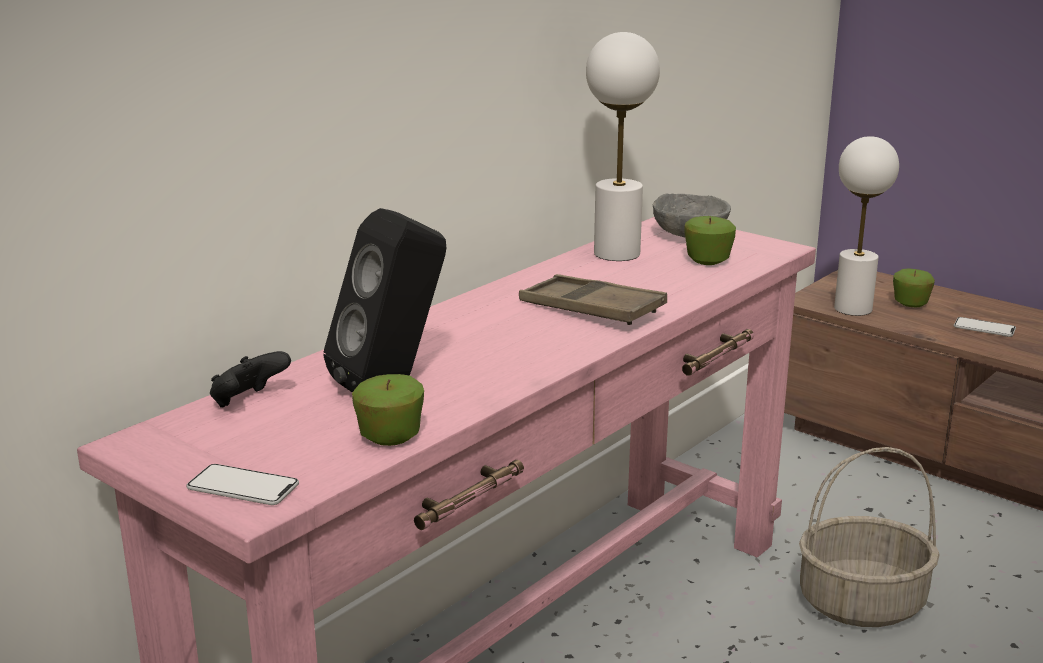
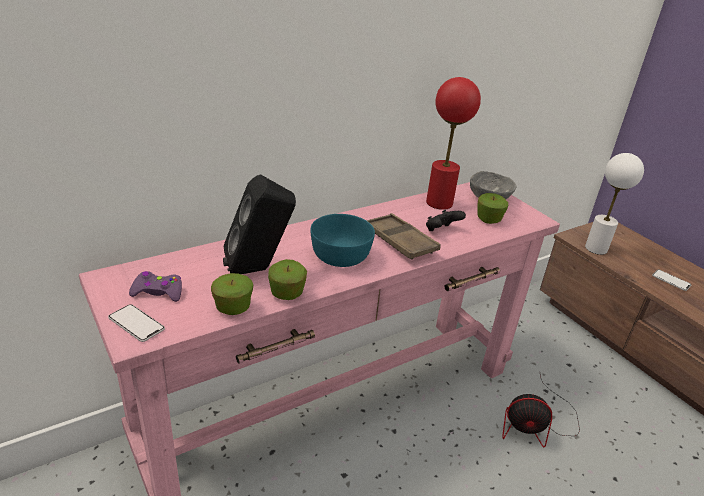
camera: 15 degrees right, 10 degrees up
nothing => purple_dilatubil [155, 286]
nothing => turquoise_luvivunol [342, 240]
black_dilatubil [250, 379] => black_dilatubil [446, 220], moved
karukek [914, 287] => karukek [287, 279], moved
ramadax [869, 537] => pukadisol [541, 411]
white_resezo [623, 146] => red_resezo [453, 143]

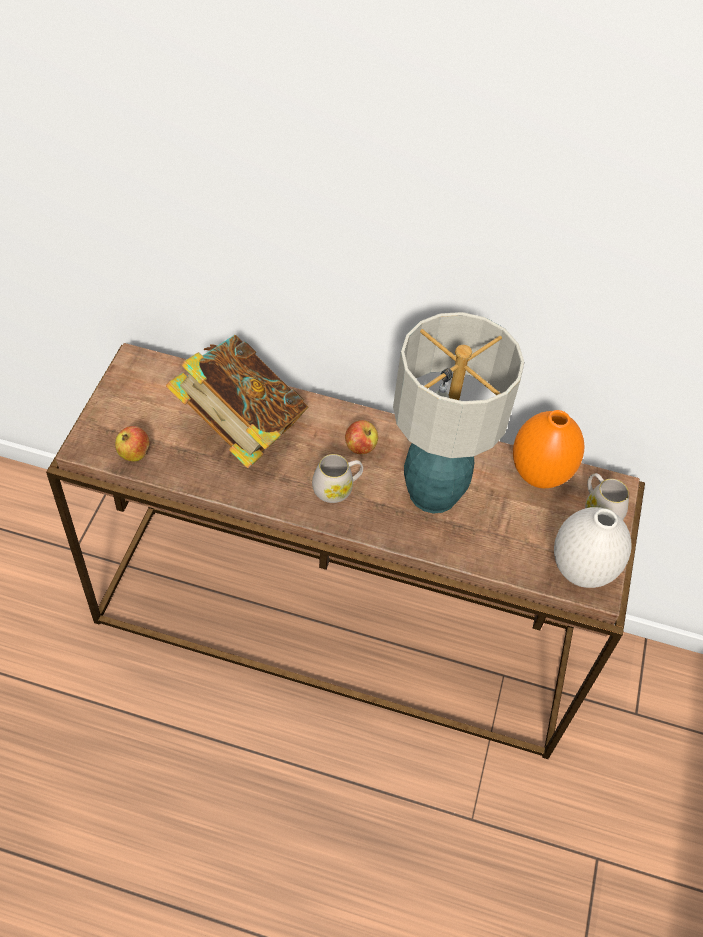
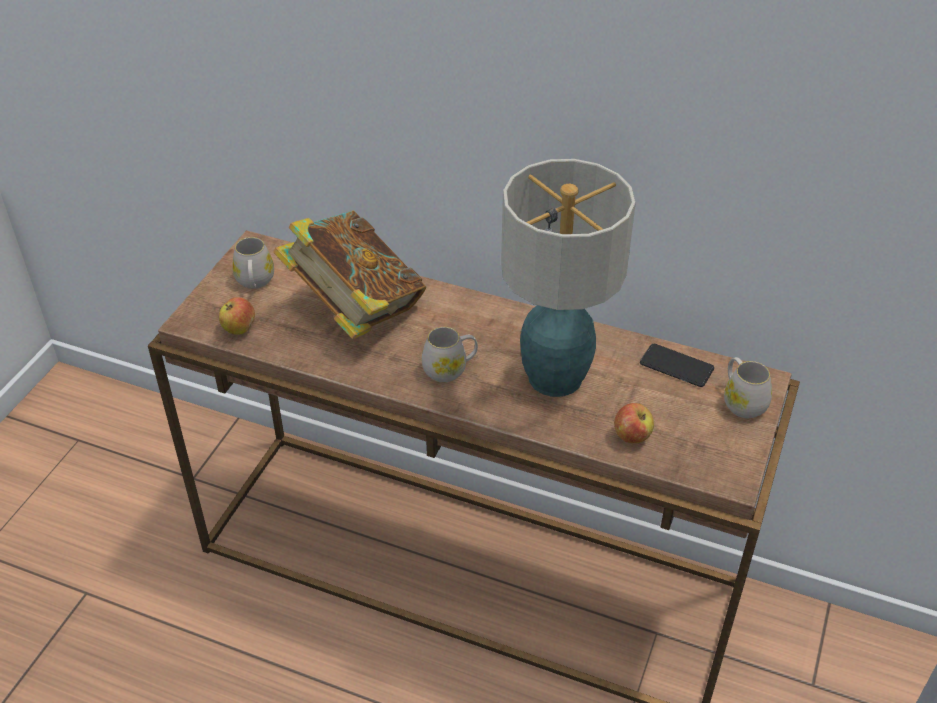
camera: 10 degrees right, 10 degrees down
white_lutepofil [592, 547] => nothing
nothing => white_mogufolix [253, 263]
karukek [361, 437] => karukek [634, 423], moved
orange_lutepofil [548, 449] => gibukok [677, 365]

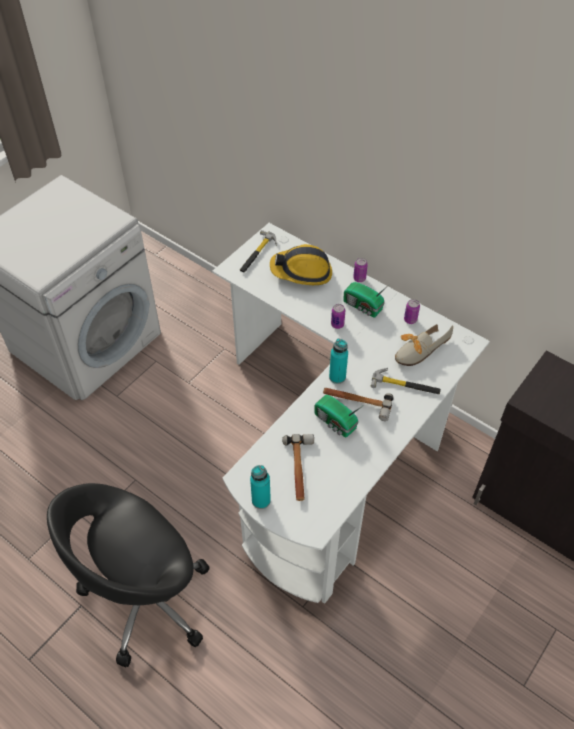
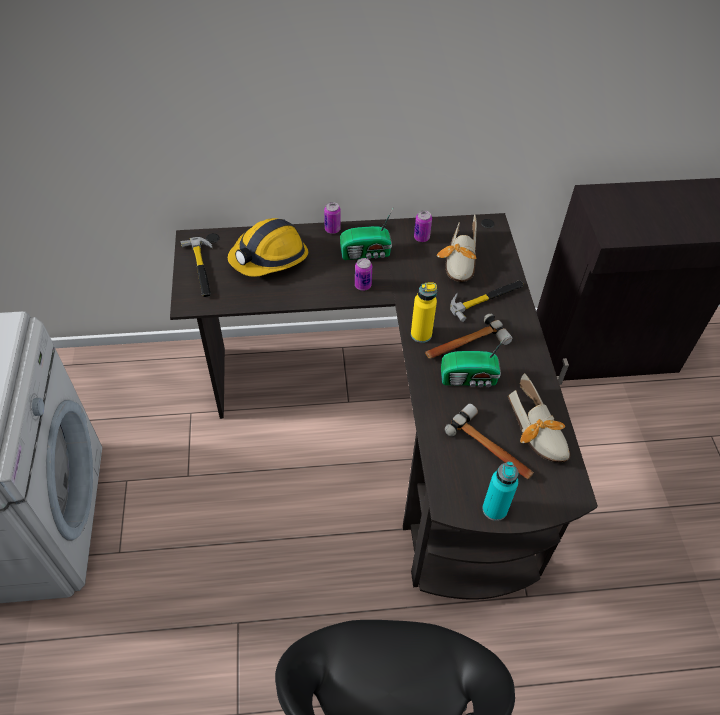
camera: 45 degrees left, 0 degrees up
nothing => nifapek [539, 417]
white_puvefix [351, 413] => black_puvefix [384, 406]
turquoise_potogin [338, 361] => yellow_potogin [424, 313]

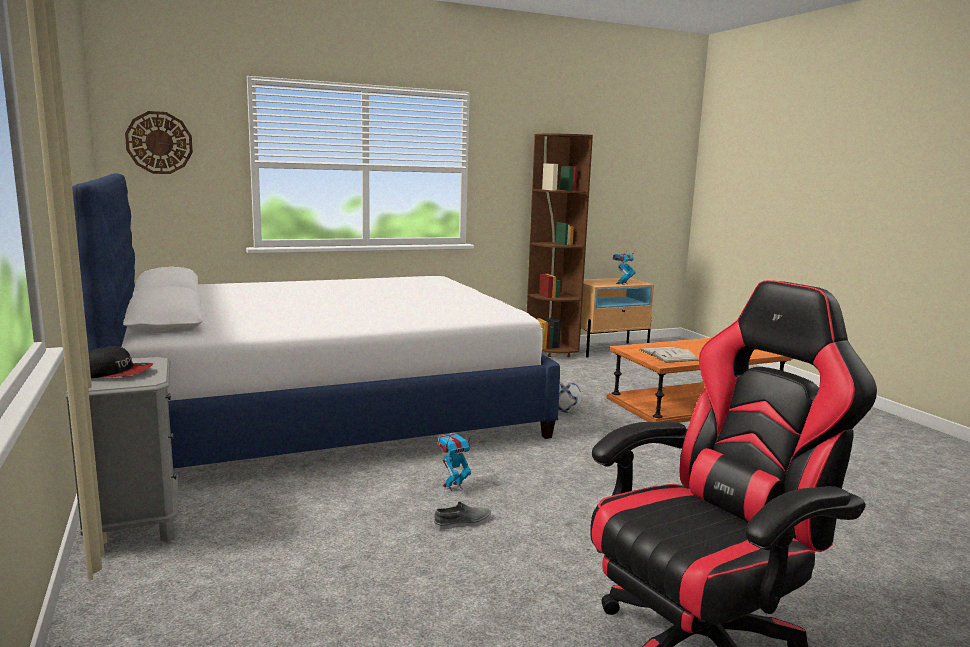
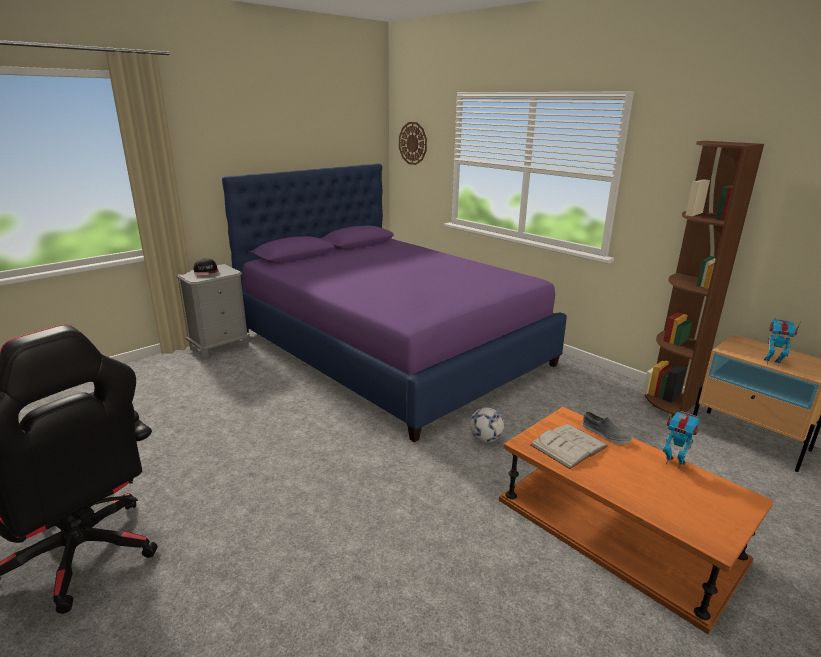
camera: 70 degrees right, 10 degrees up
grey_nifapek [462, 515] => grey_nifapek [607, 427], moved
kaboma [454, 462] => kaboma [681, 440], moved
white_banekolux [316, 320] => purple_banekolux [394, 303]

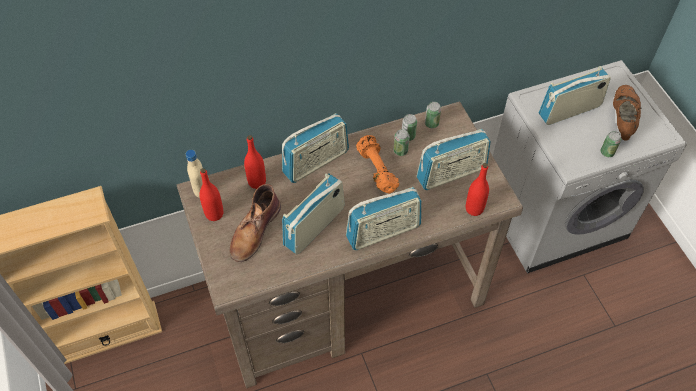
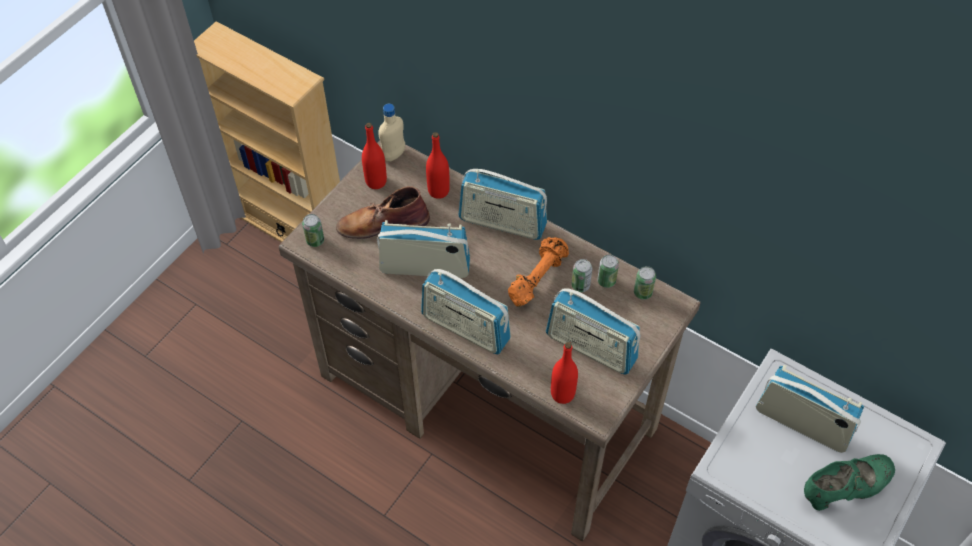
camera: 55 degrees right, 0 degrees up
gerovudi [611, 144] => gerovudi [313, 230], moved
brown_nifapek [627, 113] => green_nifapek [849, 482]

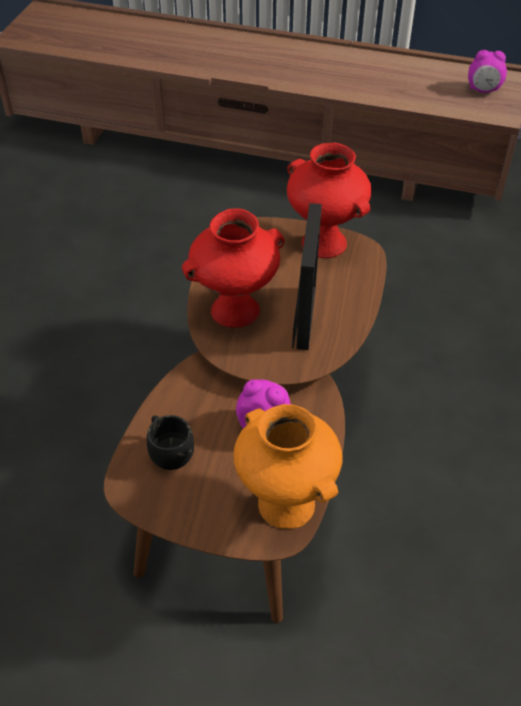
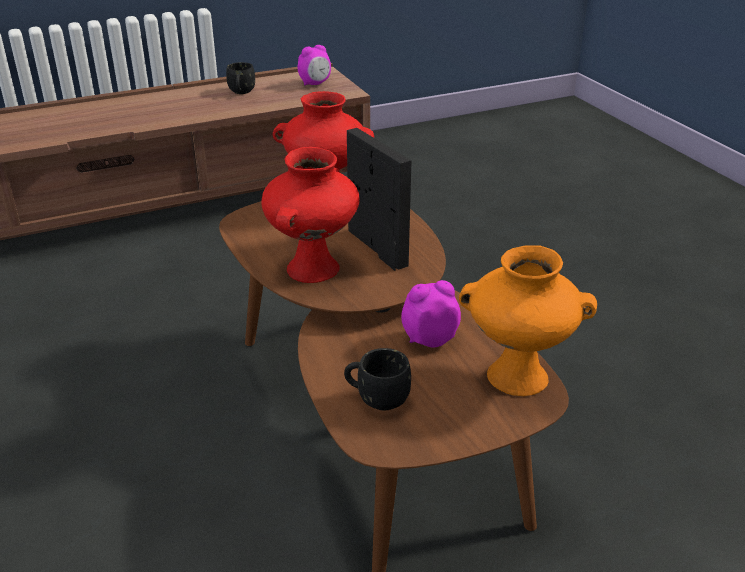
camera: 40 degrees left, 15 degrees down
nothing => black_mogufolix [240, 78]

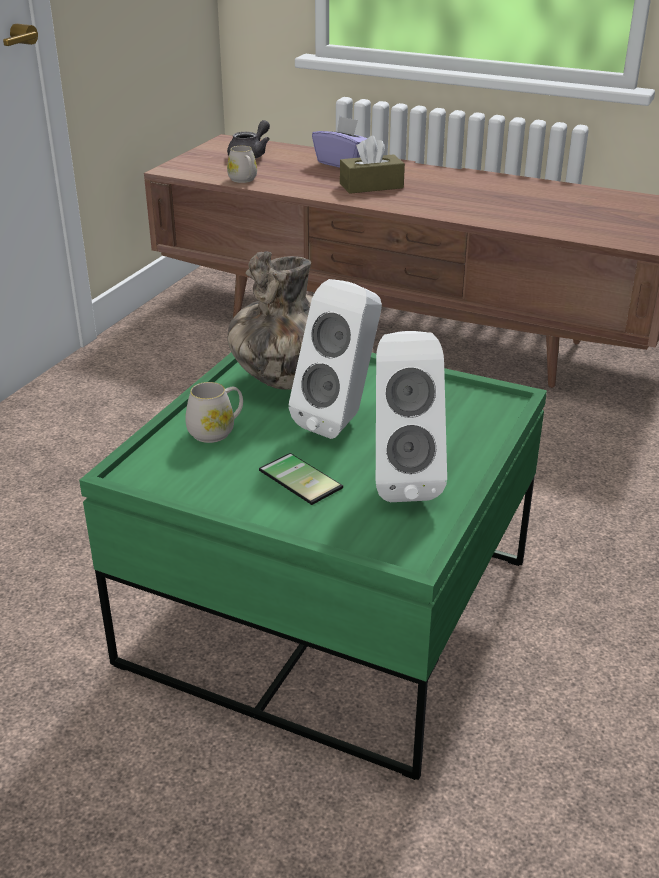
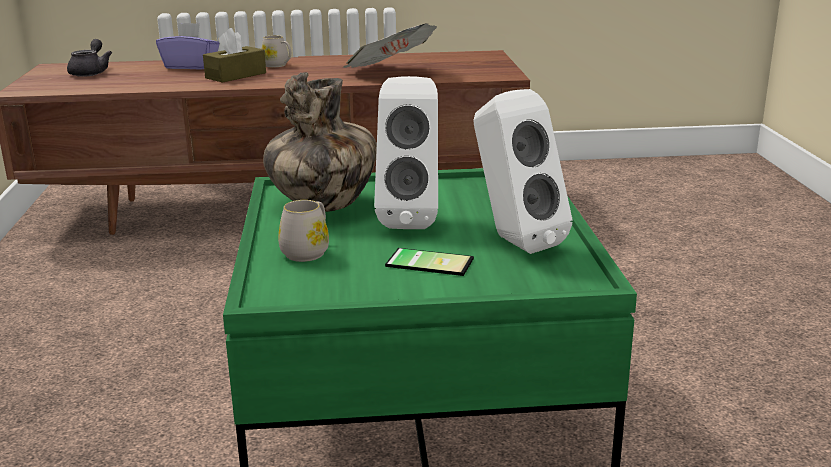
camera: 30 degrees left, 10 degrees down
nothing => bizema [390, 45]
white_mogufolix [242, 164] => white_mogufolix [276, 51], moved

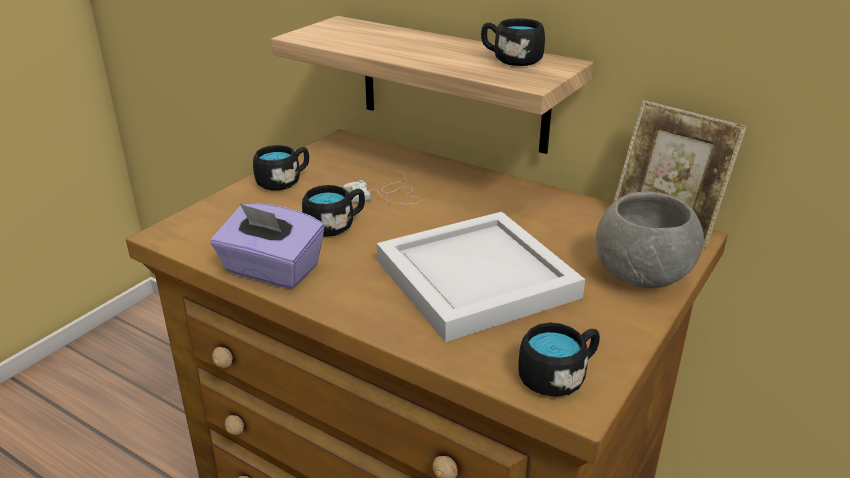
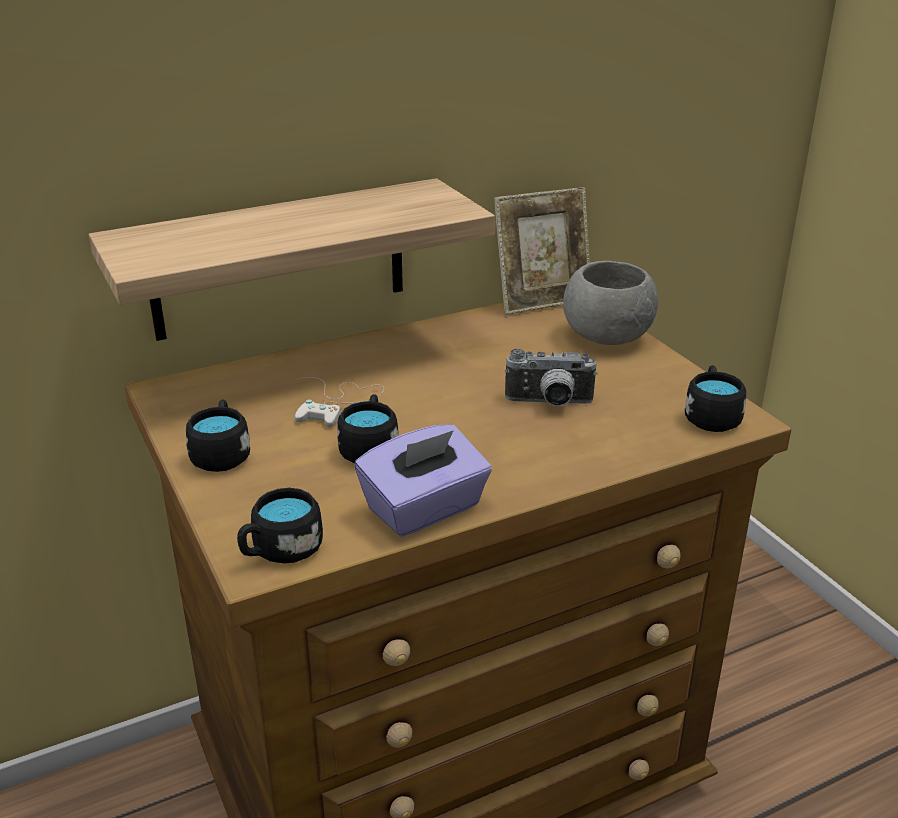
camera: 60 degrees left, 0 degrees up
black_mogufolix [513, 42] => black_mogufolix [280, 526], moved
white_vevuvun [481, 277] => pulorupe [551, 377]

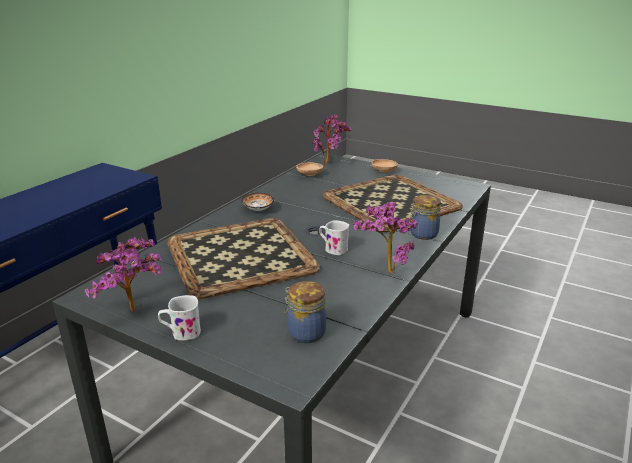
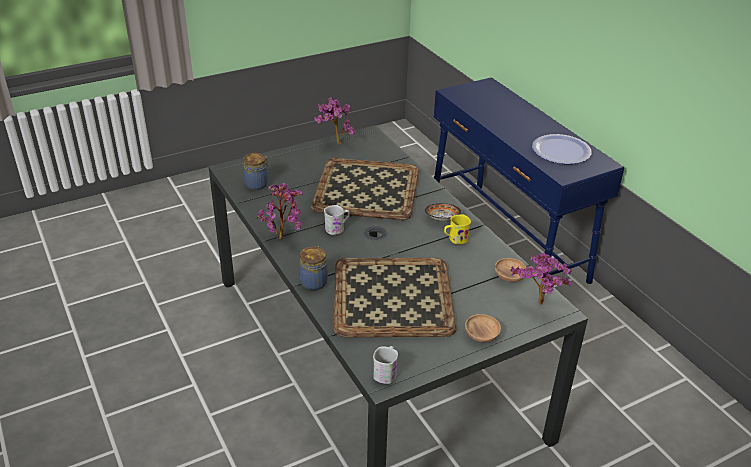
camera: 120 degrees right, 10 degrees up
nothing => yellow_mogufolix [457, 229]
nothing => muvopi [562, 149]
white_mogufolix [179, 318] => white_mogufolix [385, 365], moved

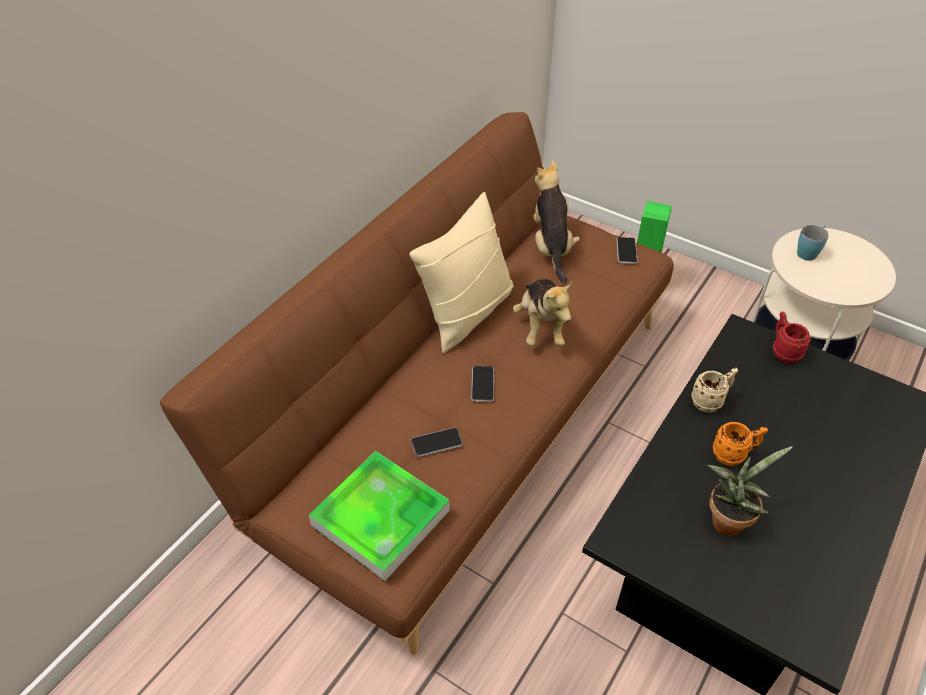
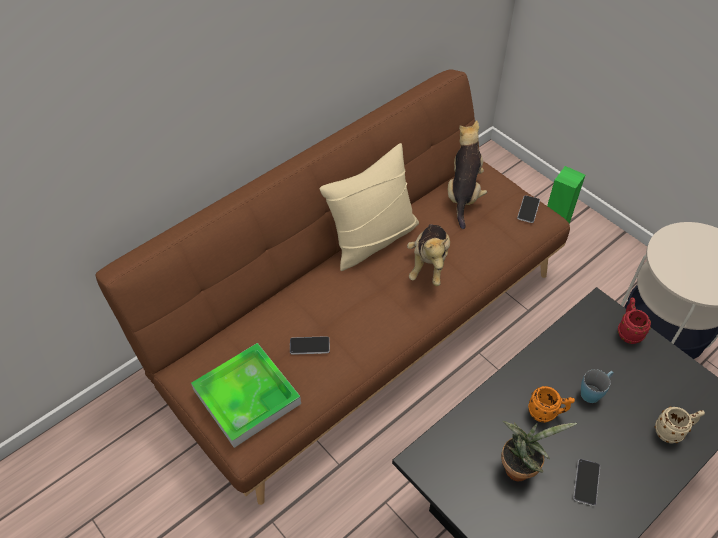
camera: 15 degrees right, 5 degrees up
gibukok [483, 384] => gibukok [586, 482], moved
beige_mogufolix [714, 390] => beige_mogufolix [679, 424], moved
blue_mogufolix [813, 243] => blue_mogufolix [597, 386], moved

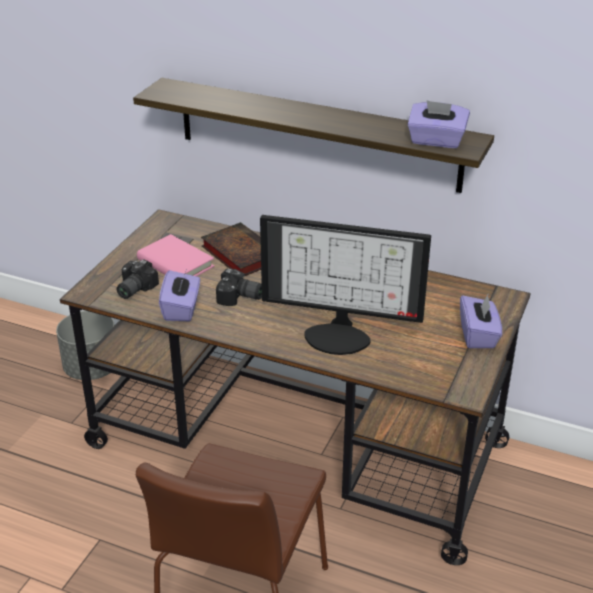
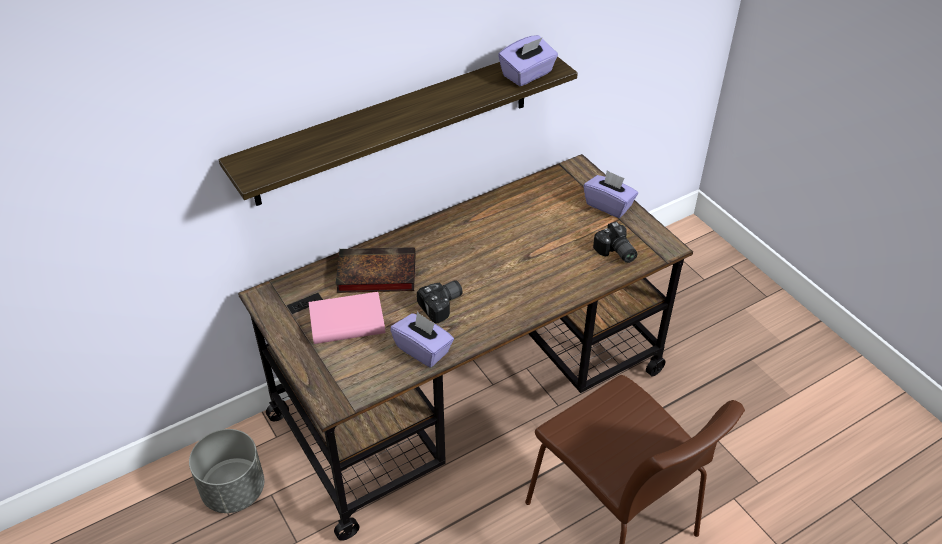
camera: 55 degrees left, 10 degrees up
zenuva [345, 285] => nothing
pulorupe [138, 279] => pulorupe [615, 242], moved

